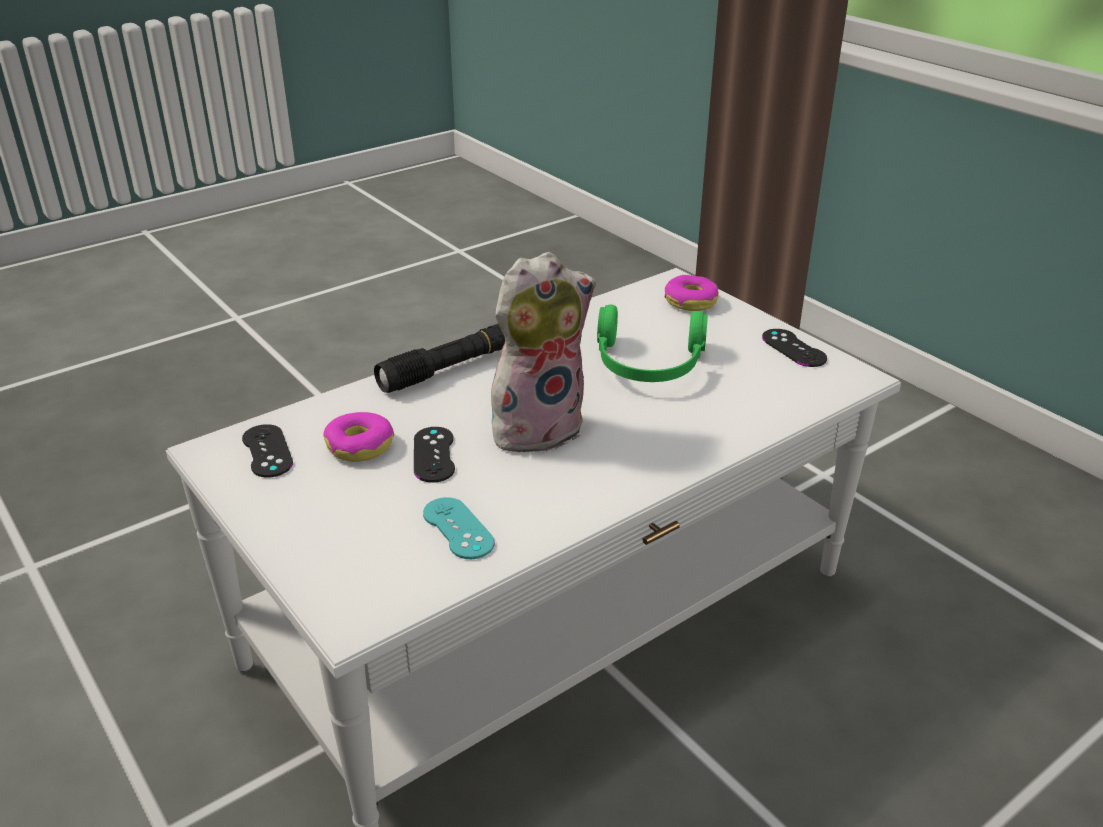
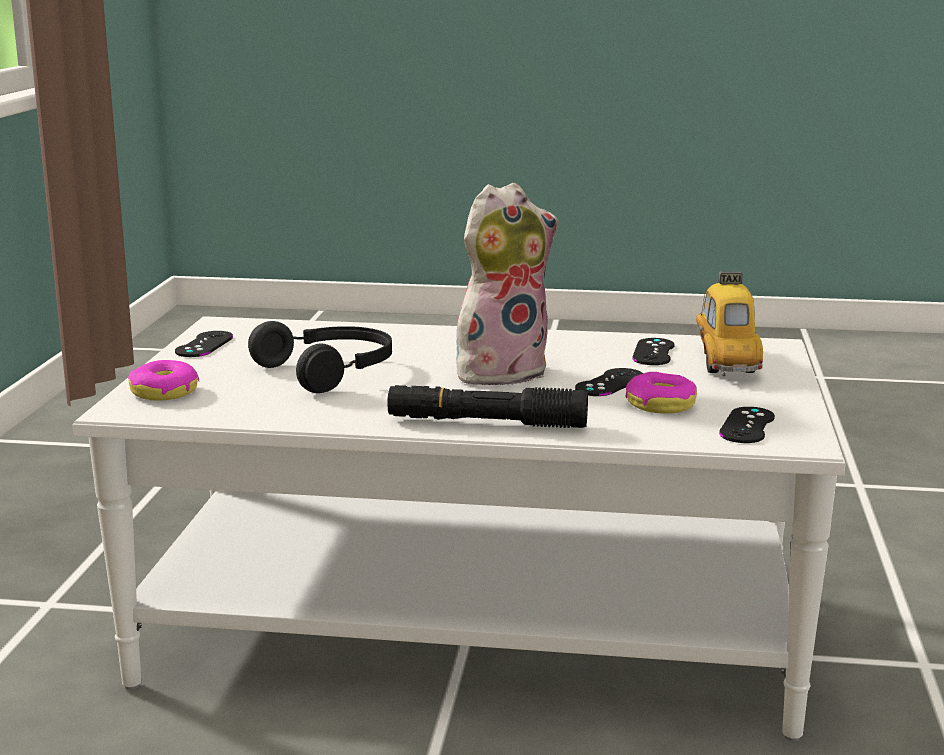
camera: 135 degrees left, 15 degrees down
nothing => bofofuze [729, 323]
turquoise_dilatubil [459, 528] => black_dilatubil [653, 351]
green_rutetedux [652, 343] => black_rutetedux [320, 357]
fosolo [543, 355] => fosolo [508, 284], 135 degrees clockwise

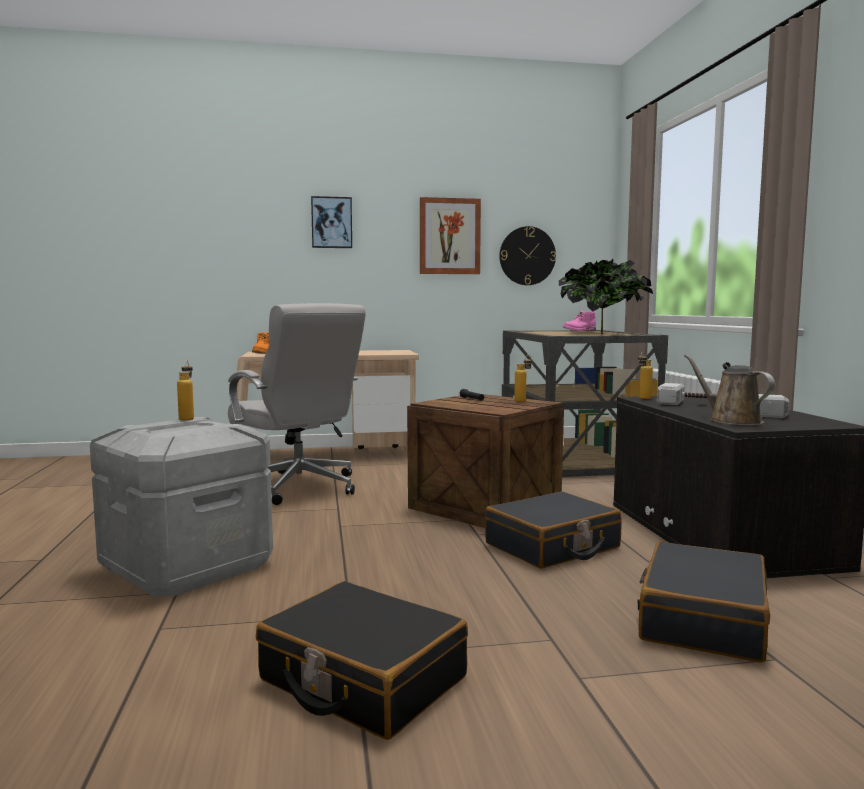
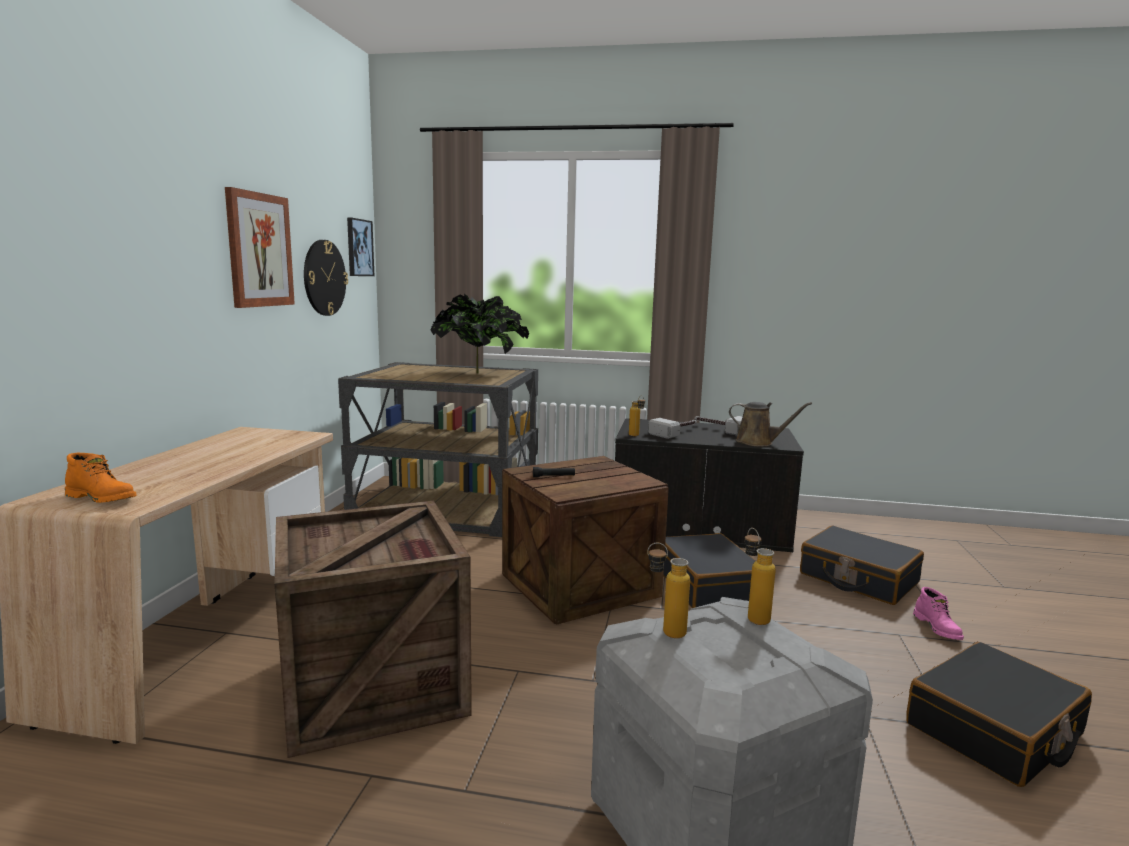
camera: 70 degrees left, 5 degrees up
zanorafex [331, 222] => zanorafex [360, 246], moved
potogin [523, 378] => potogin [760, 576], moved
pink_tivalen [579, 321] => pink_tivalen [938, 613], moved
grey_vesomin [297, 404] => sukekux [373, 629]
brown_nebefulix [729, 389] => brown_nebefulix [770, 424], 150 degrees counterclockwise

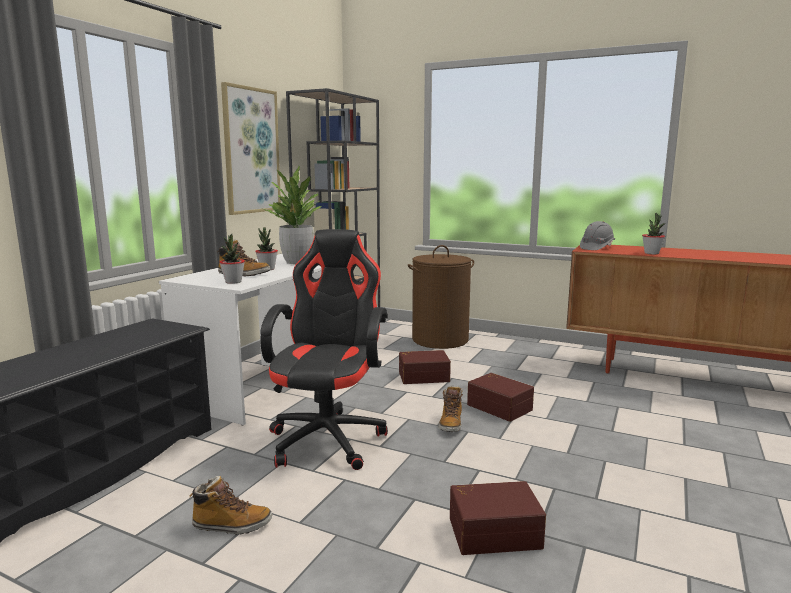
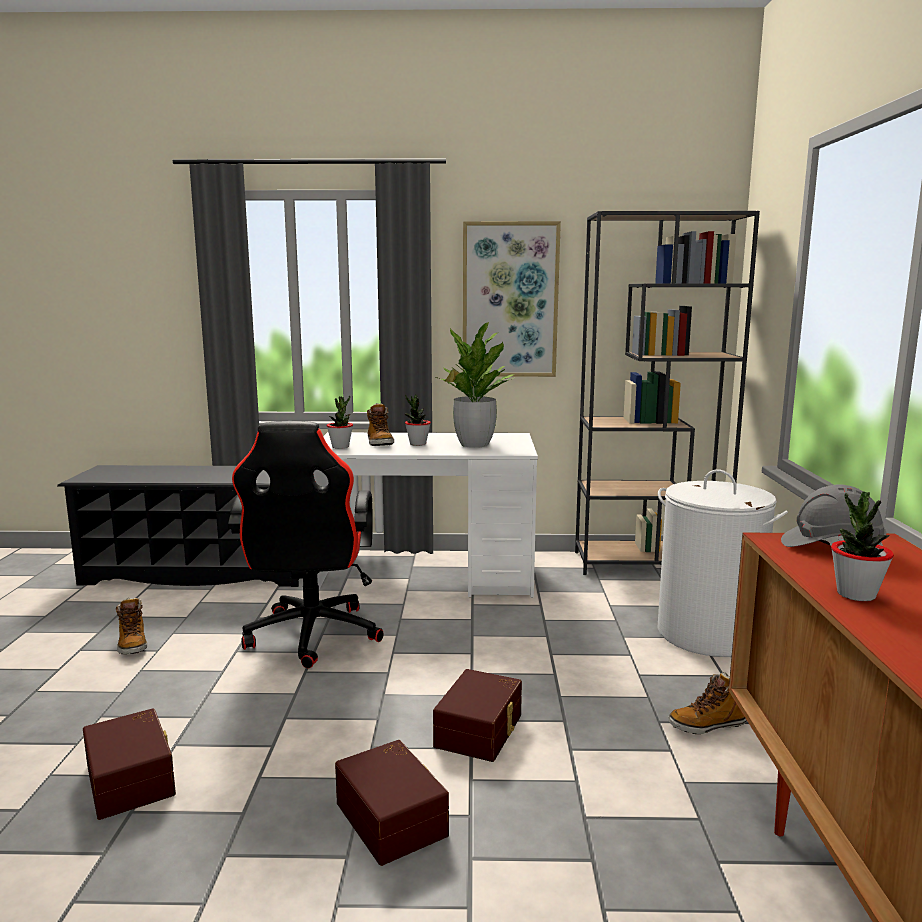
camera: 65 degrees right, 0 degrees up
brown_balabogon [425, 367] => brown_balabogon [392, 803], moved
tivalen [450, 409] => tivalen [707, 703], moved
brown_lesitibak [441, 297] => white_lesitibak [722, 563]
black_vesomin [324, 349] => black_vesomin [306, 544], 105 degrees clockwise

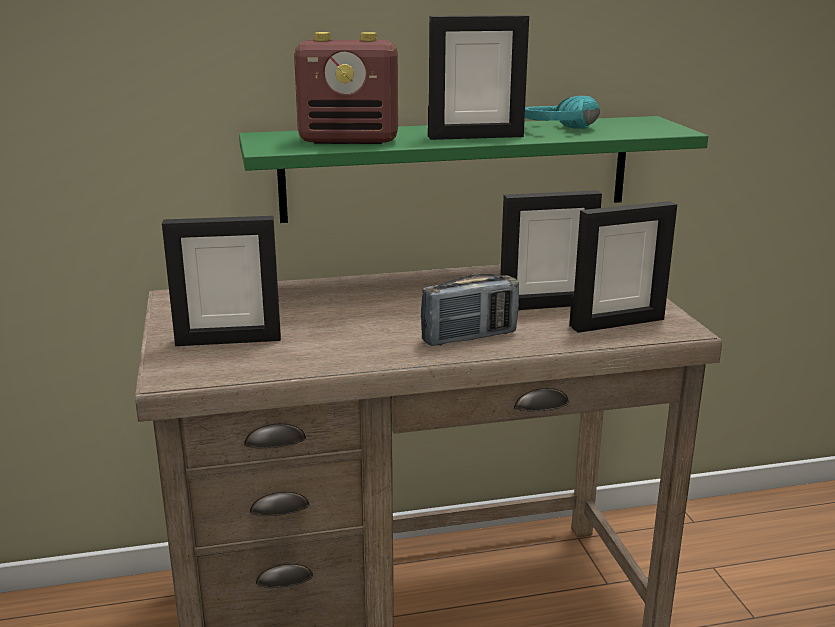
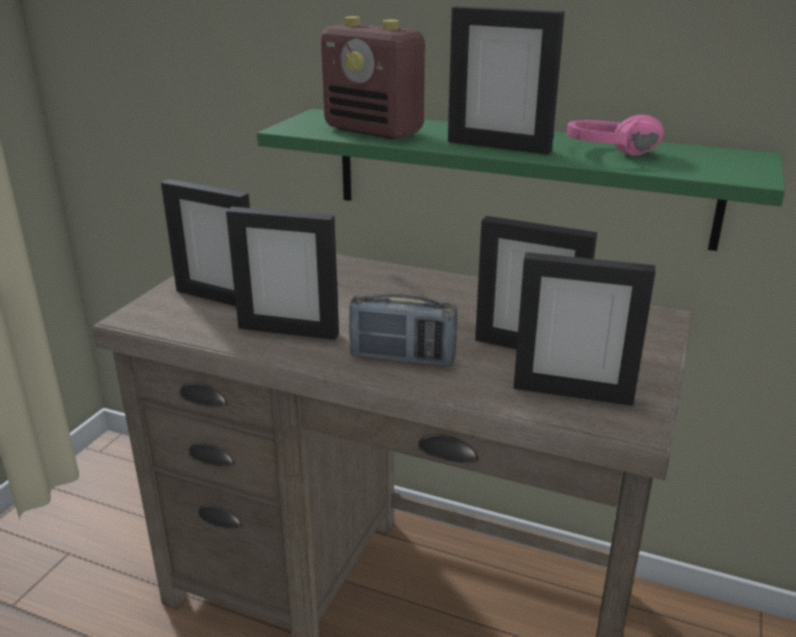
camera: 35 degrees right, 5 degrees up
nothing => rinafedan [282, 273]
turquoise_rutetedux [562, 112] => pink_rutetedux [615, 135]

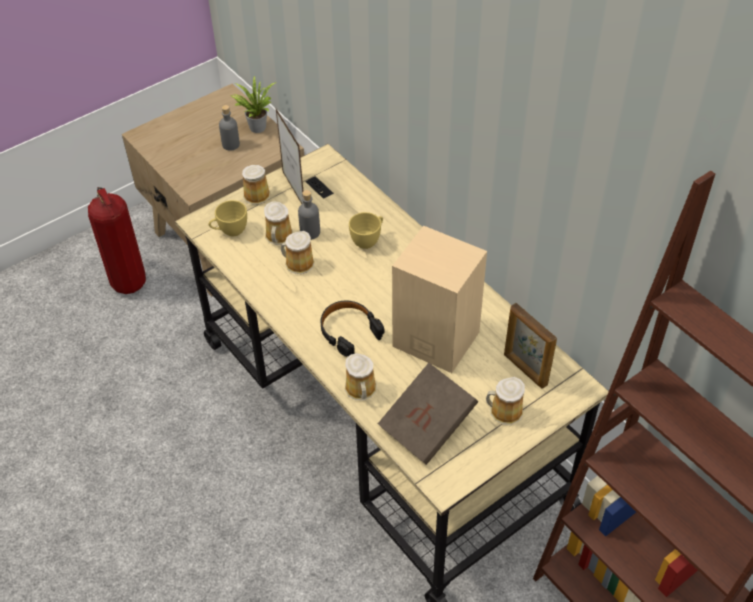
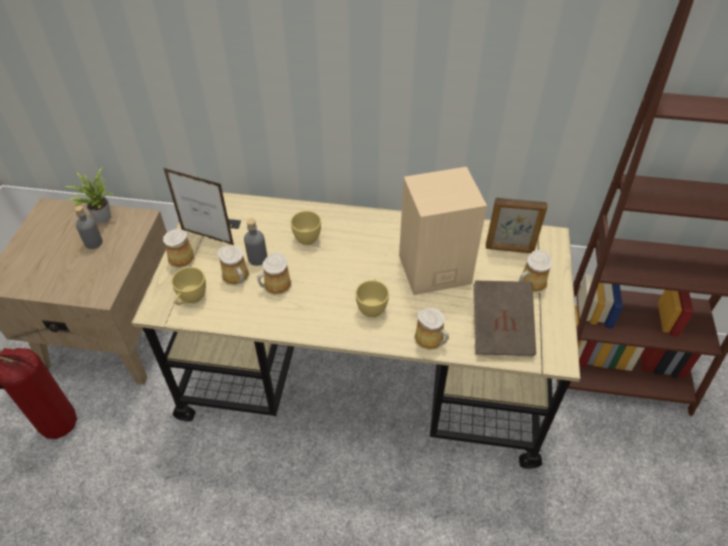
camera: 45 degrees left, 0 degrees up
black_rutetedux [352, 329] => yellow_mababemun [372, 298]

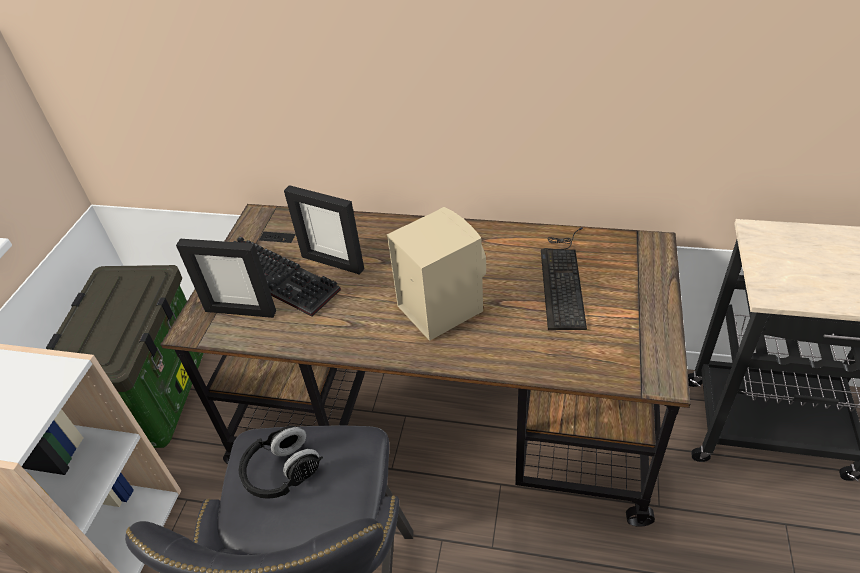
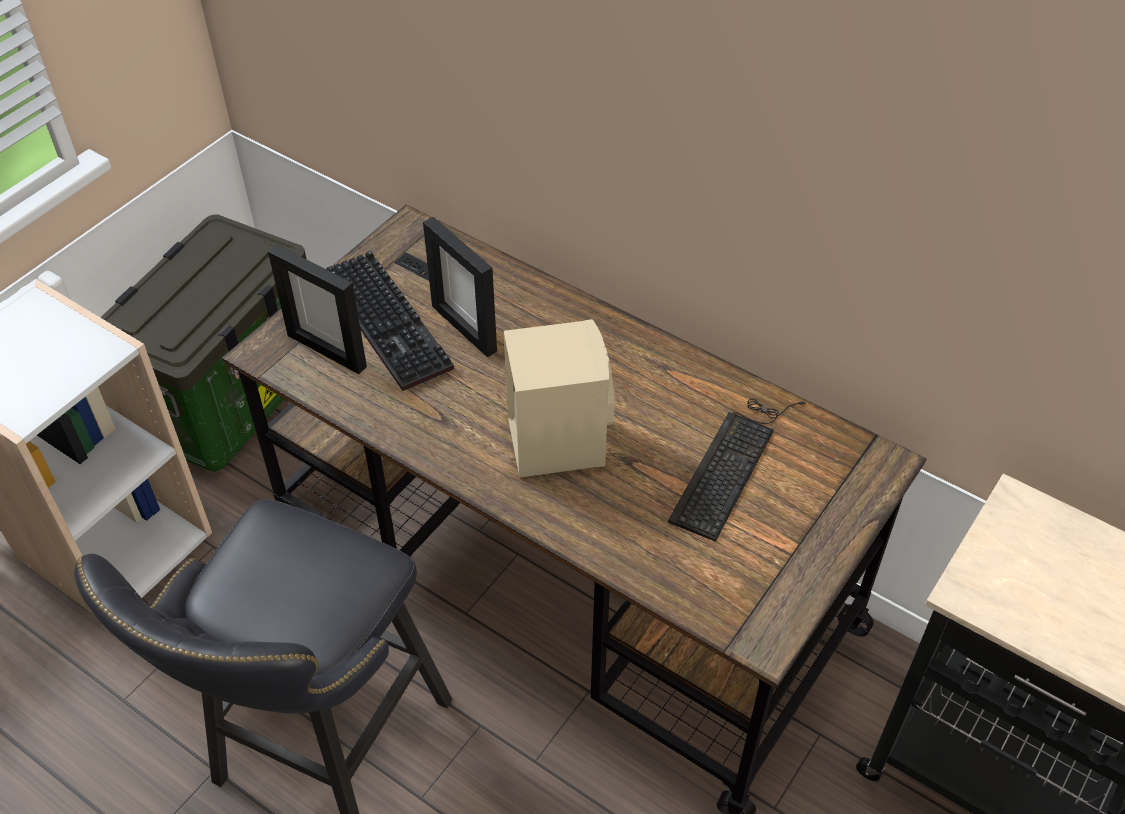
camera: 20 degrees right, 5 degrees up
black_rutetedux [281, 462] => nothing

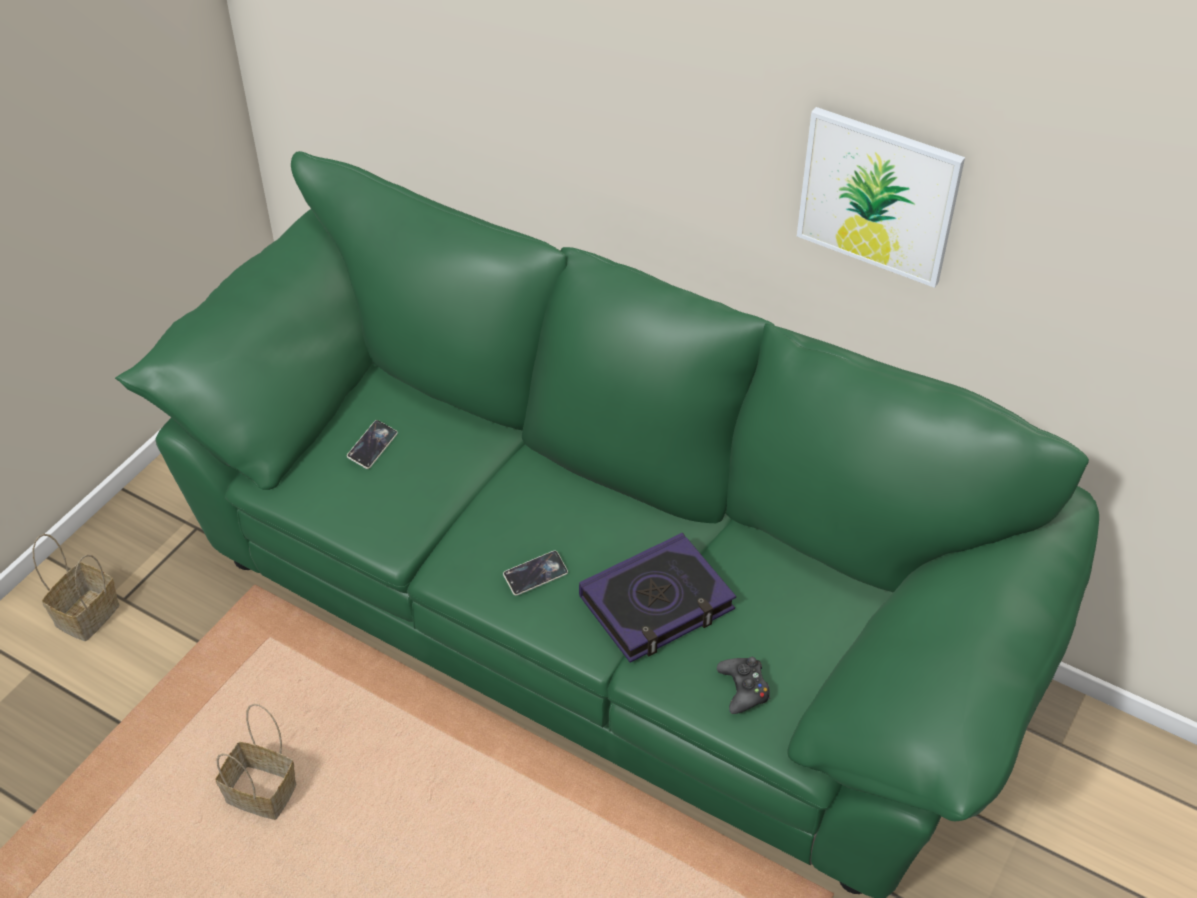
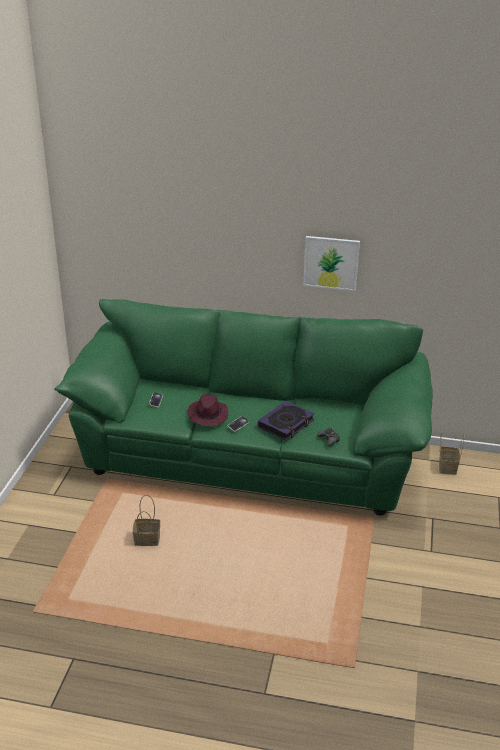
camera: 20 degrees left, 15 degrees down
nothing => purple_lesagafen [208, 410]
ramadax [76, 587] => ramadax [452, 453], moved

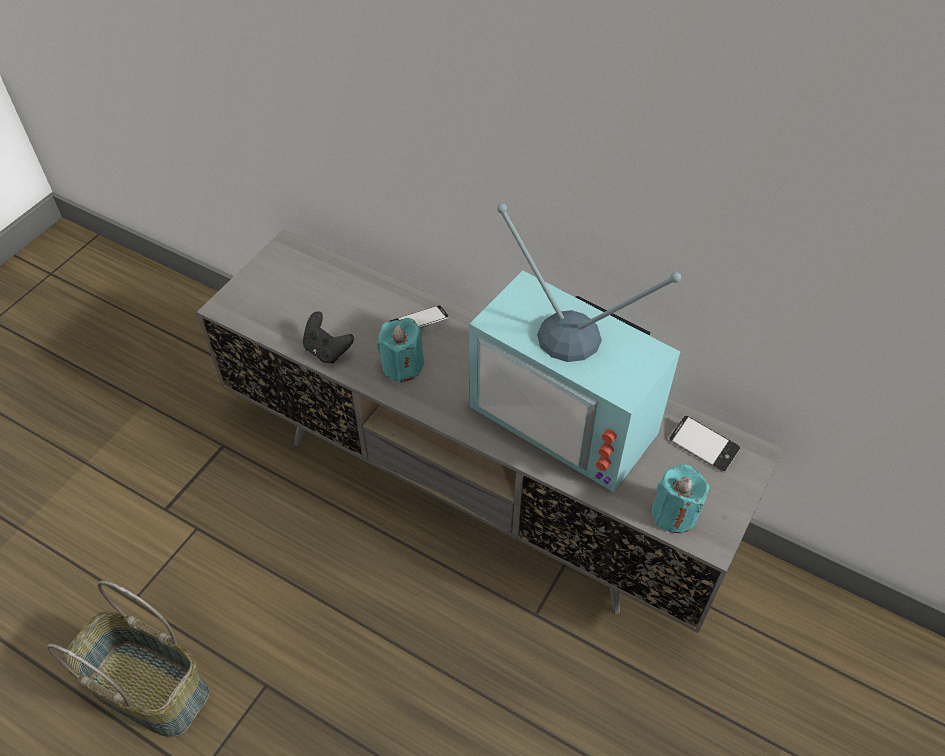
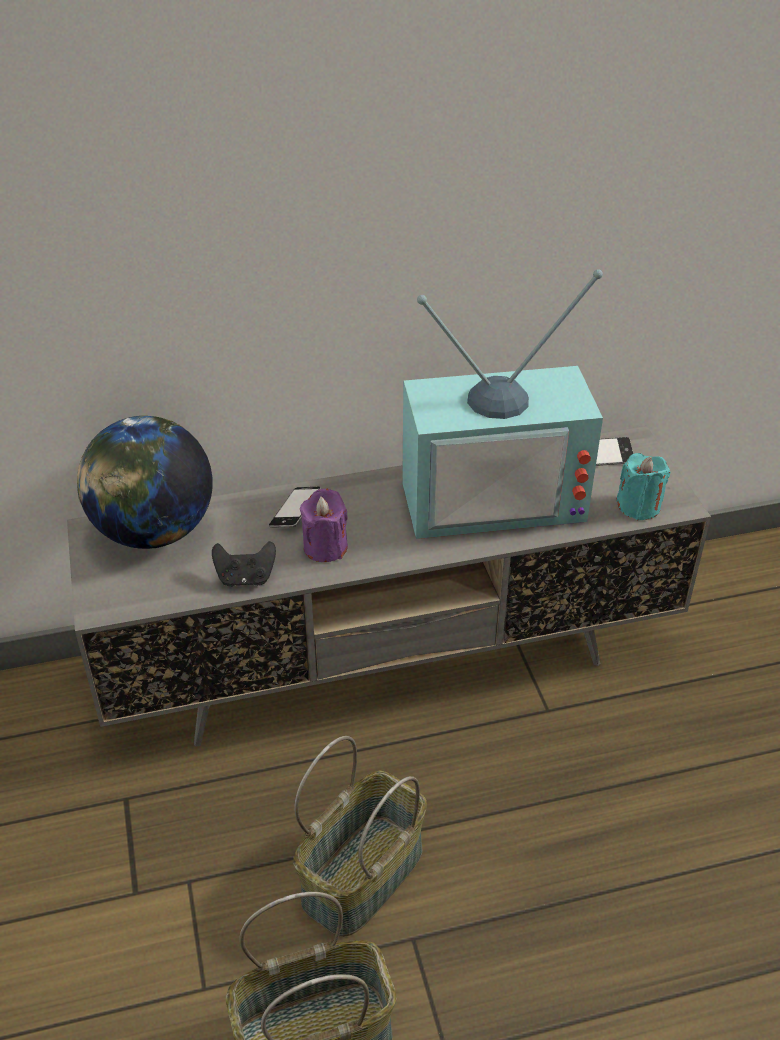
camera: 45 degrees left, 10 degrees down
nothing => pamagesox [145, 482]
nothing => ramadax [360, 836]
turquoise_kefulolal [400, 350] => purple_kefulolal [324, 525]

